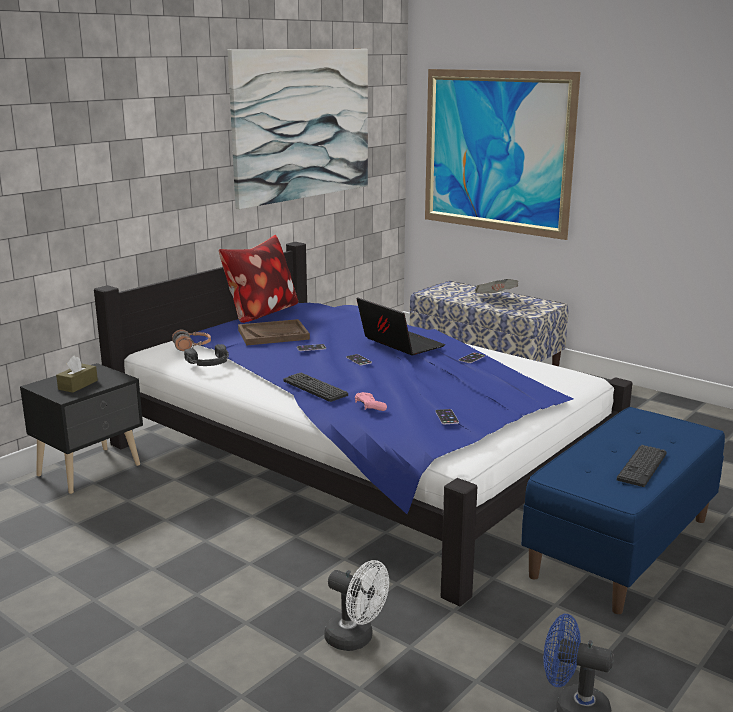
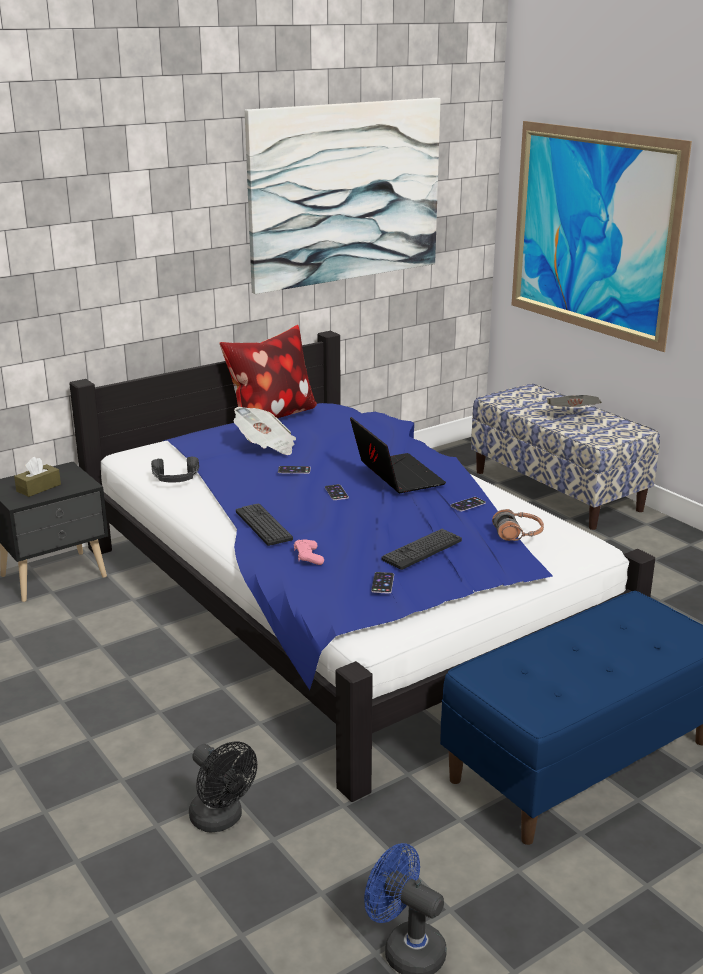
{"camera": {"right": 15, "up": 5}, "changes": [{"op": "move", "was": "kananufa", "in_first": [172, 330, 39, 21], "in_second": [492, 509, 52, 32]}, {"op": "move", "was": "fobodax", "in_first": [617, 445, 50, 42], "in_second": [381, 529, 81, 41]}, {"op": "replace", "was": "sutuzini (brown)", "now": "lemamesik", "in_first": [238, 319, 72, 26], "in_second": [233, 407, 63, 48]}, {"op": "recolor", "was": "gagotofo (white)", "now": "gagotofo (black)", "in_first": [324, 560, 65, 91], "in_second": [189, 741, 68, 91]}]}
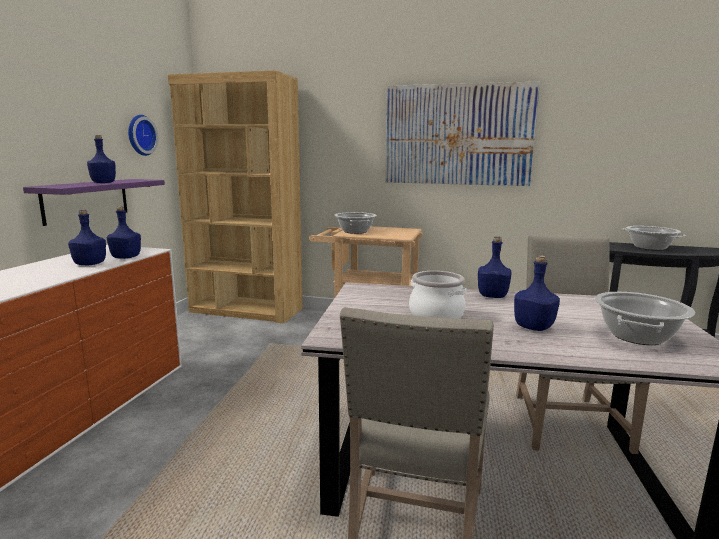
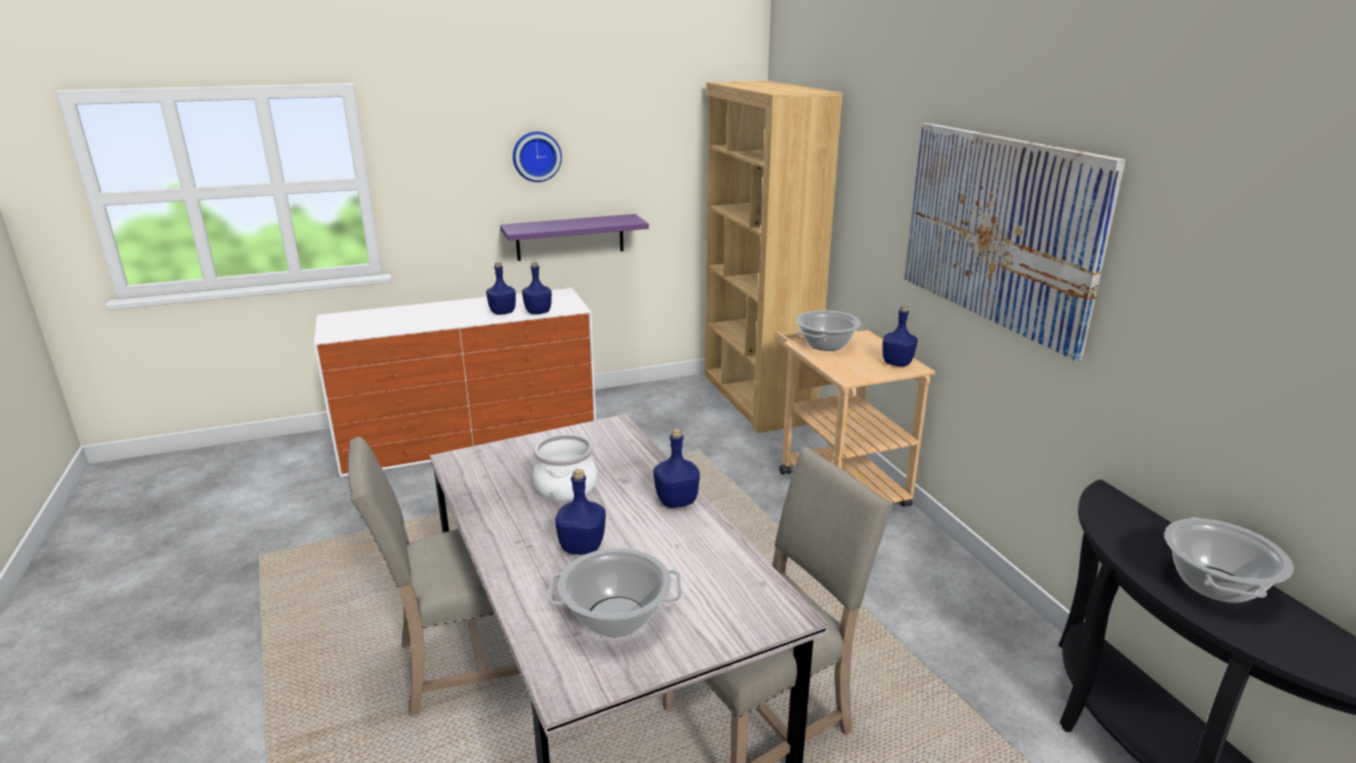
{"camera": {"right": 55, "up": 10}, "changes": [{"op": "move", "was": "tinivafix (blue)", "in_first": [87, 135, 29, 48], "in_second": [883, 306, 35, 61]}, {"op": "move", "was": "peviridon", "in_first": [128, 115, 30, 41], "in_second": [513, 132, 49, 50]}]}
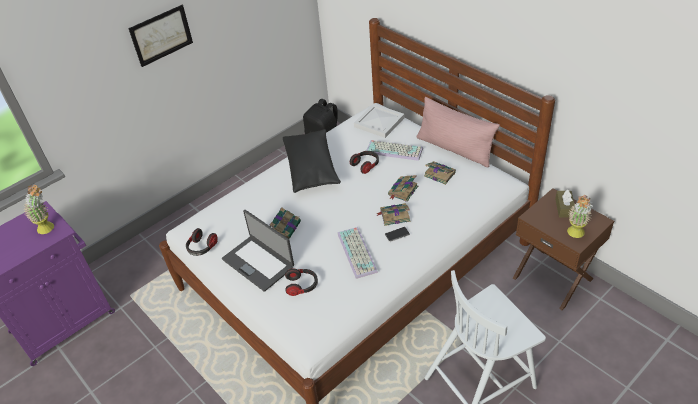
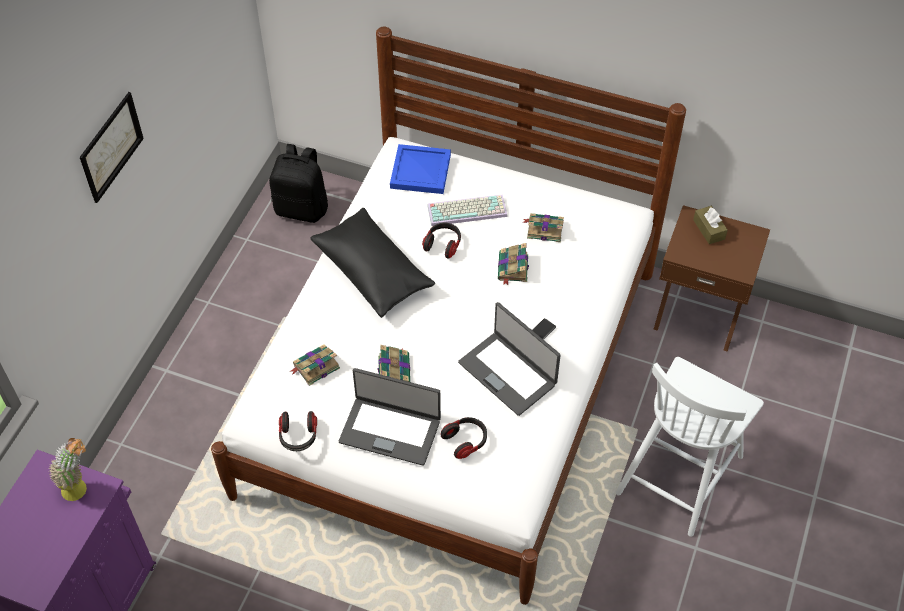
{"camera": {"right": -30, "up": 10}, "changes": [{"op": "delete", "was": "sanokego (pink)", "in_first": [417, 97, 83, 71]}, {"op": "delete", "was": "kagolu", "in_first": [567, 195, 26, 43]}, {"op": "move", "was": "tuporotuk", "in_first": [376, 203, 34, 23], "in_second": [291, 344, 49, 42]}, {"op": "replace", "was": "fobodax", "now": "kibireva", "in_first": [338, 227, 40, 52], "in_second": [458, 302, 103, 114]}, {"op": "recolor", "was": "sutuzini (white)", "now": "sutuzini (blue)", "in_first": [354, 104, 51, 34], "in_second": [390, 144, 61, 50]}]}
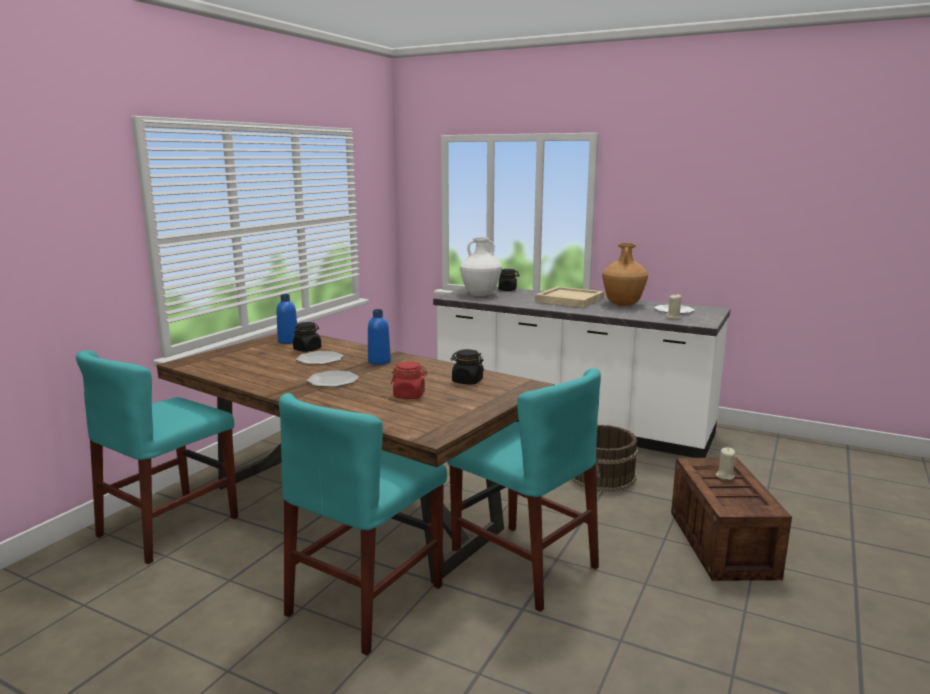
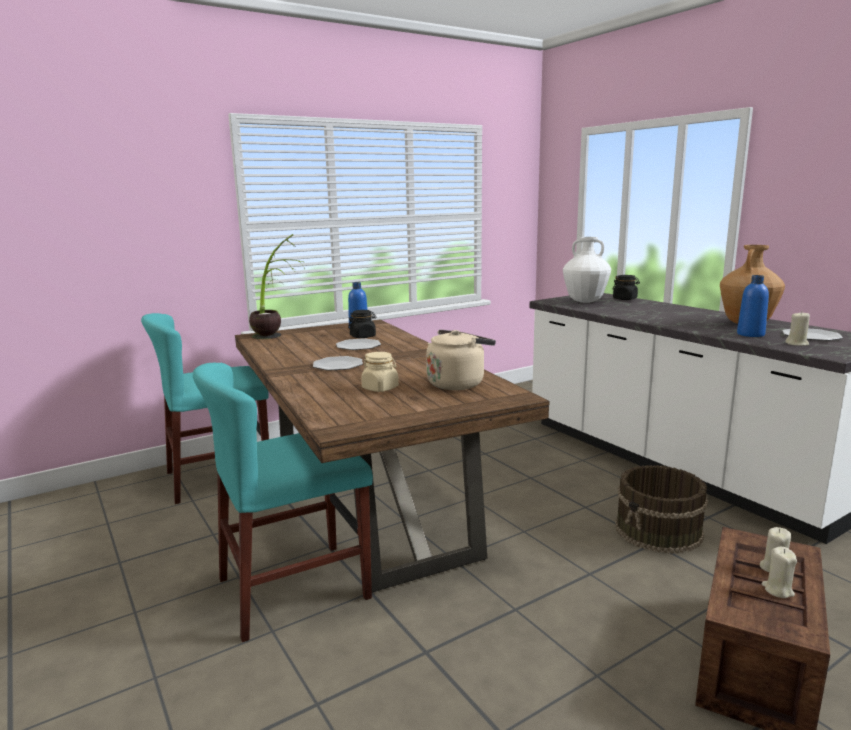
{"camera": {"right": 30, "up": 0}, "changes": [{"op": "delete", "was": "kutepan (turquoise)", "in_first": [447, 368, 154, 244]}, {"op": "delete", "was": "sutuzini (beige)", "in_first": [535, 286, 69, 22]}, {"op": "insert", "now": "kagolu", "in_second": [249, 234, 56, 105]}, {"op": "insert", "now": "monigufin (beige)", "in_second": [762, 547, 35, 51]}, {"op": "move", "was": "tinivafix (blue)", "in_first": [368, 309, 23, 56], "in_second": [737, 275, 32, 62]}, {"op": "replace", "was": "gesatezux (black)", "now": "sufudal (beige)", "in_first": [450, 349, 34, 35], "in_second": [426, 330, 70, 60]}, {"op": "recolor", "was": "gesatezux (red)", "now": "gesatezux (beige)", "in_first": [391, 362, 37, 37], "in_second": [361, 352, 38, 40]}]}
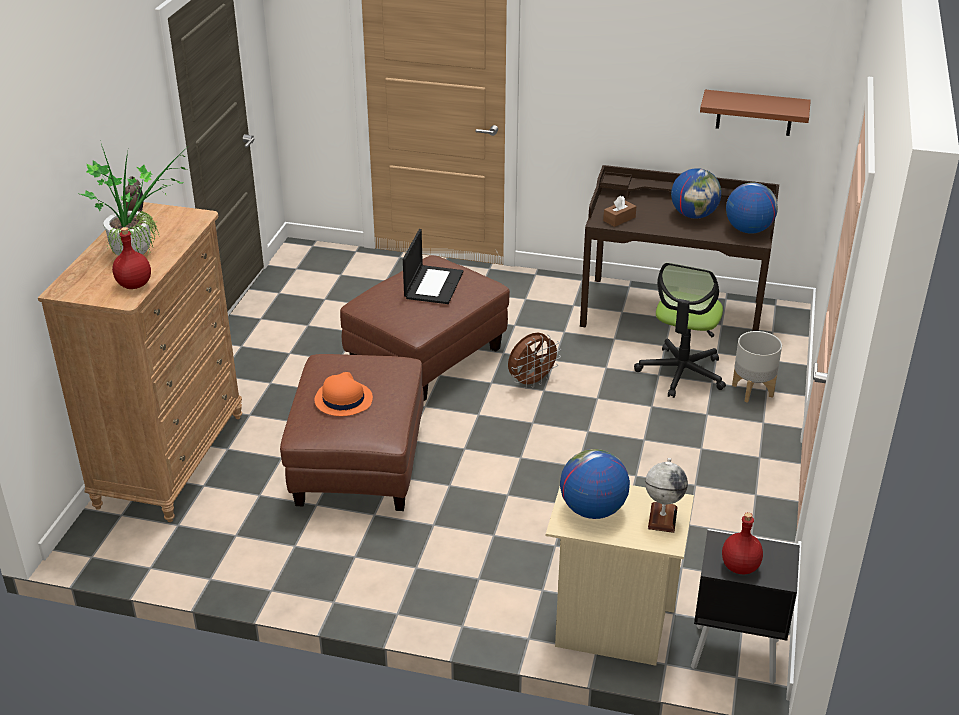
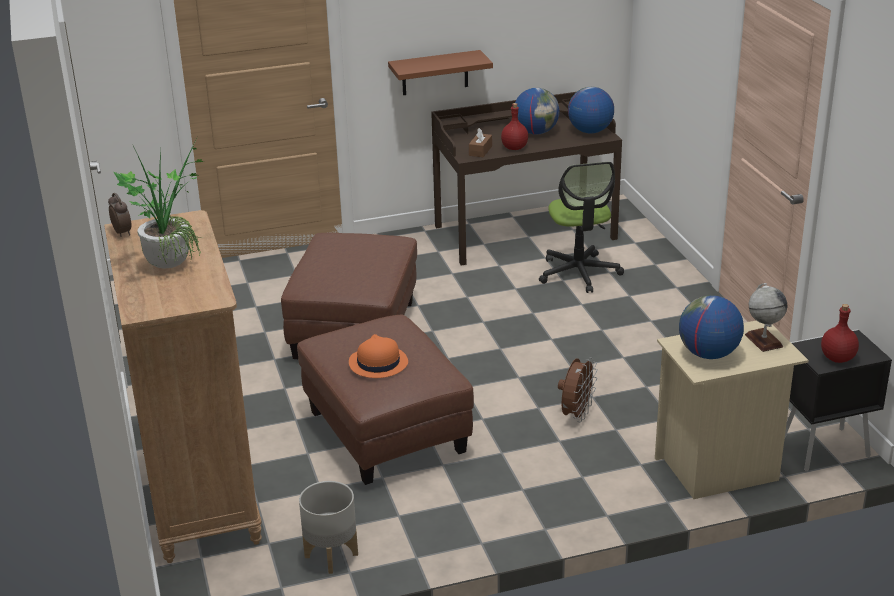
{"camera": {"right": -30, "up": -5}, "changes": [{"op": "delete", "was": "kibireva", "in_first": [403, 229, 60, 75]}, {"op": "move", "was": "tinivafix (red)", "in_first": [112, 227, 39, 62], "in_second": [501, 103, 27, 47]}, {"op": "move", "was": "gagotofo (brown)", "in_first": [508, 333, 53, 56], "in_second": [558, 357, 40, 65]}, {"op": "move", "was": "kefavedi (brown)", "in_first": [700, 90, 111, 46], "in_second": [388, 50, 105, 45]}, {"op": "move", "was": "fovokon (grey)", "in_first": [732, 331, 50, 72], "in_second": [299, 481, 59, 93]}]}
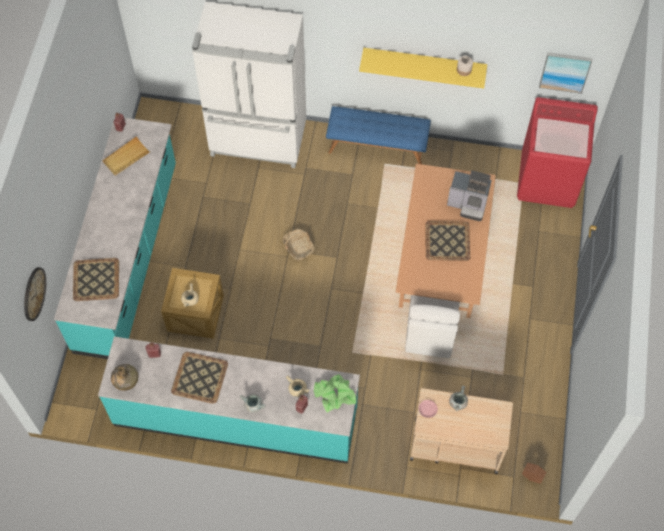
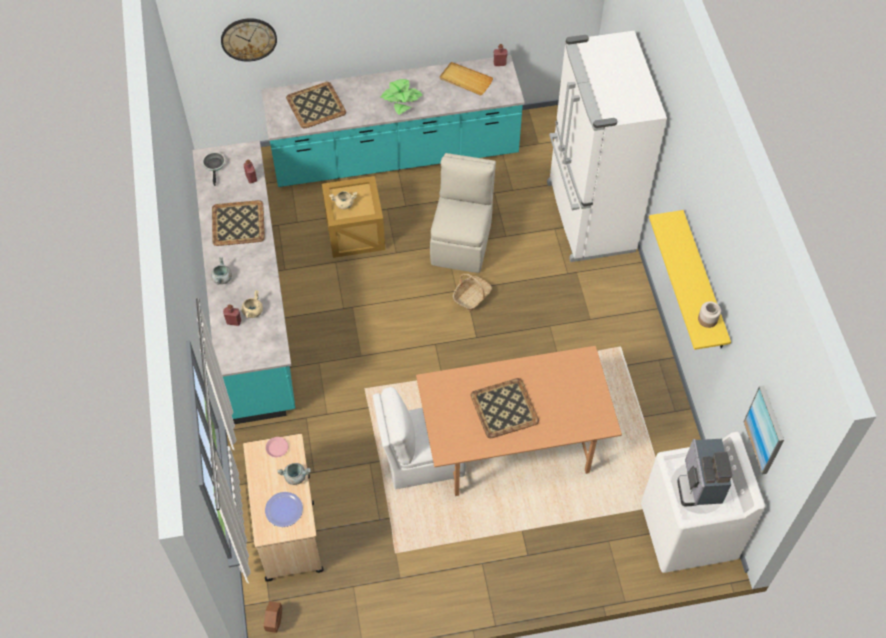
{"camera": {"right": 70, "up": -5}, "changes": [{"op": "delete", "was": "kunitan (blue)", "in_first": [326, 106, 105, 58]}, {"op": "insert", "now": "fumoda", "in_second": [265, 492, 38, 35]}, {"op": "insert", "now": "kutepan (beige)", "in_second": [430, 153, 66, 120]}, {"op": "move", "was": "kagolu", "in_first": [314, 374, 42, 39], "in_second": [381, 79, 42, 36]}, {"op": "move", "was": "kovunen", "in_first": [447, 171, 45, 50], "in_second": [677, 439, 55, 67]}, {"op": "replace", "was": "tinivafix (green)", "now": "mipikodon", "in_first": [111, 364, 27, 27], "in_second": [202, 152, 24, 34]}, {"op": "recolor", "was": "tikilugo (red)", "now": "tikilugo (white)", "in_first": [517, 97, 81, 111], "in_second": [641, 432, 124, 141]}]}
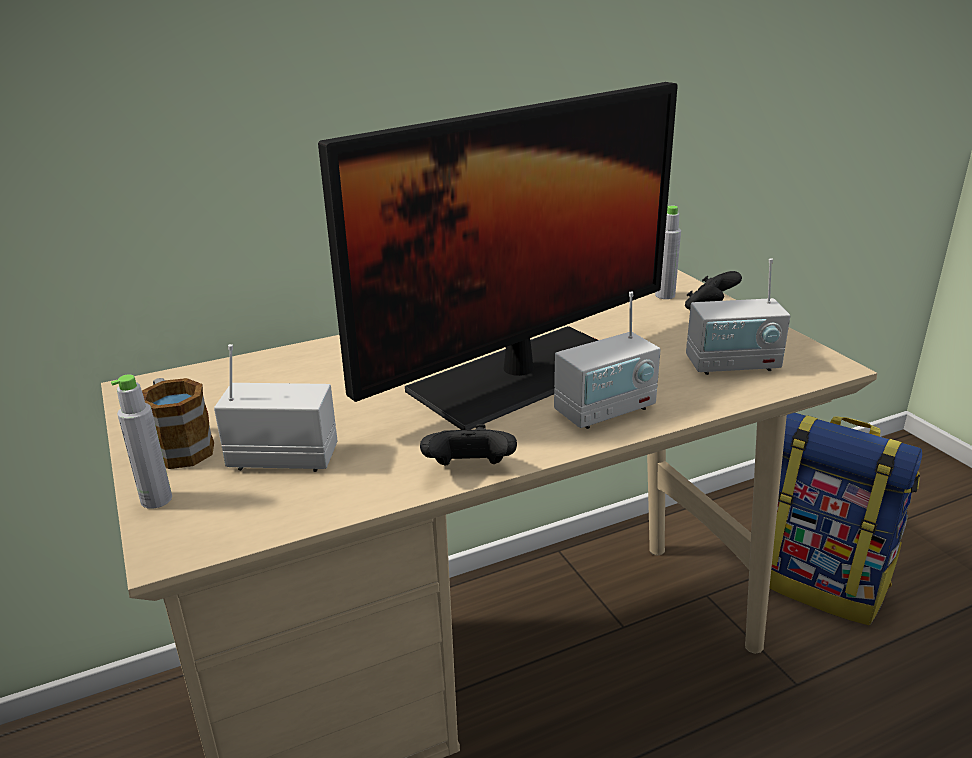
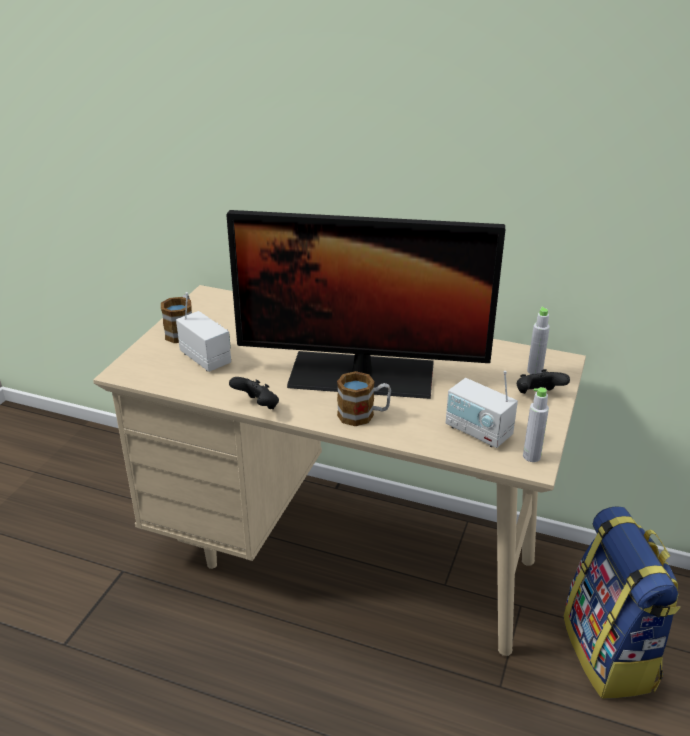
{"camera": {"right": 45, "up": 5}, "changes": [{"op": "move", "was": "tinivafix (grey)", "in_first": [111, 374, 61, 135], "in_second": [523, 387, 26, 75]}, {"op": "replace", "was": "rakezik", "now": "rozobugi", "in_first": [554, 291, 107, 138], "in_second": [337, 371, 54, 55]}]}
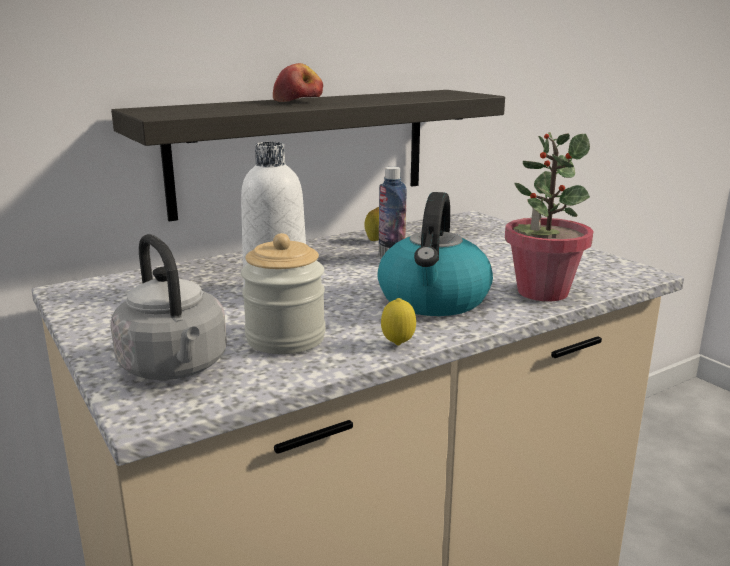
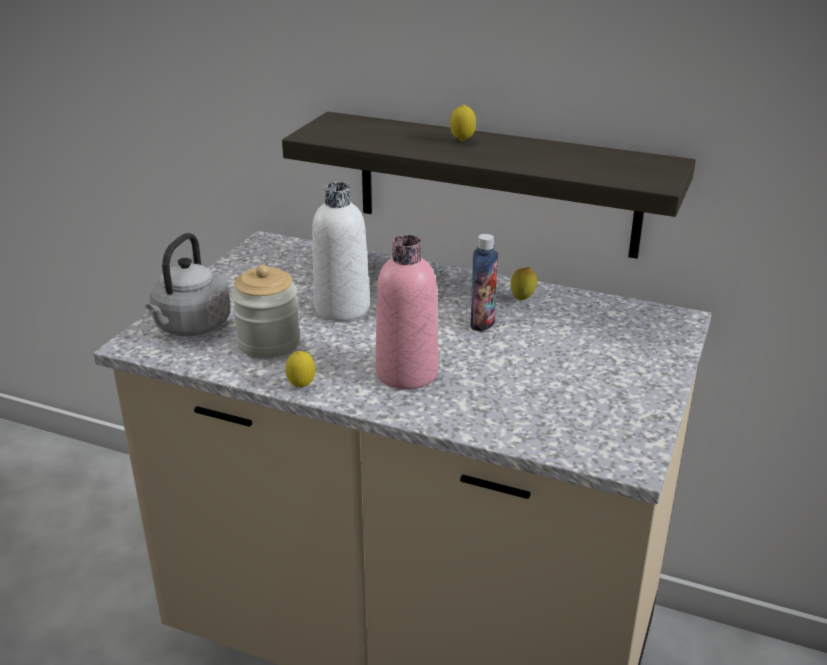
{"camera": {"right": 55, "up": 10}, "changes": [{"op": "delete", "was": "kagolu", "in_first": [505, 132, 88, 169]}, {"op": "replace", "was": "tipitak", "now": "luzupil", "in_first": [273, 63, 50, 39], "in_second": [450, 105, 26, 37]}, {"op": "replace", "was": "sufudal", "now": "tinivafix (pink)", "in_first": [377, 192, 116, 124], "in_second": [376, 235, 63, 154]}]}
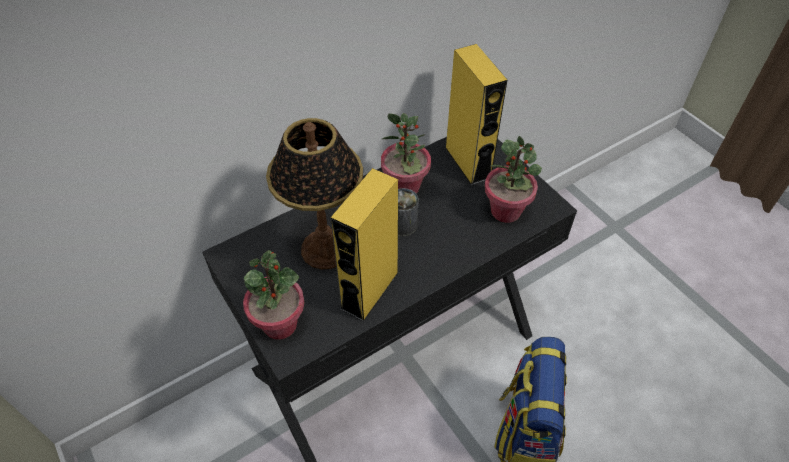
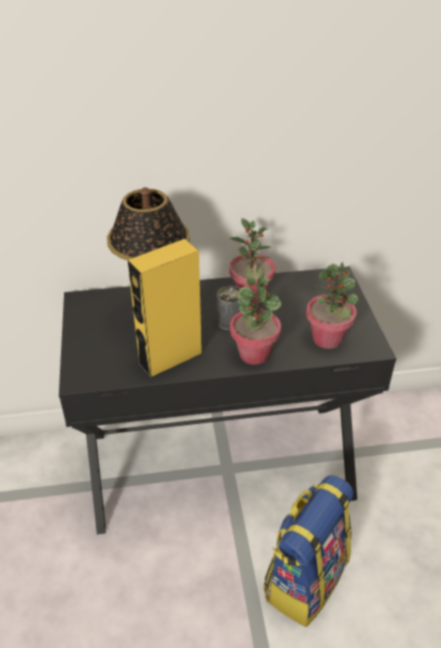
{"camera": {"right": 25, "up": -10}, "changes": [{"op": "delete", "was": "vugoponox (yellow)", "in_first": [445, 44, 62, 141]}, {"op": "move", "was": "kagolu", "in_first": [243, 250, 62, 90], "in_second": [230, 276, 52, 89]}]}
